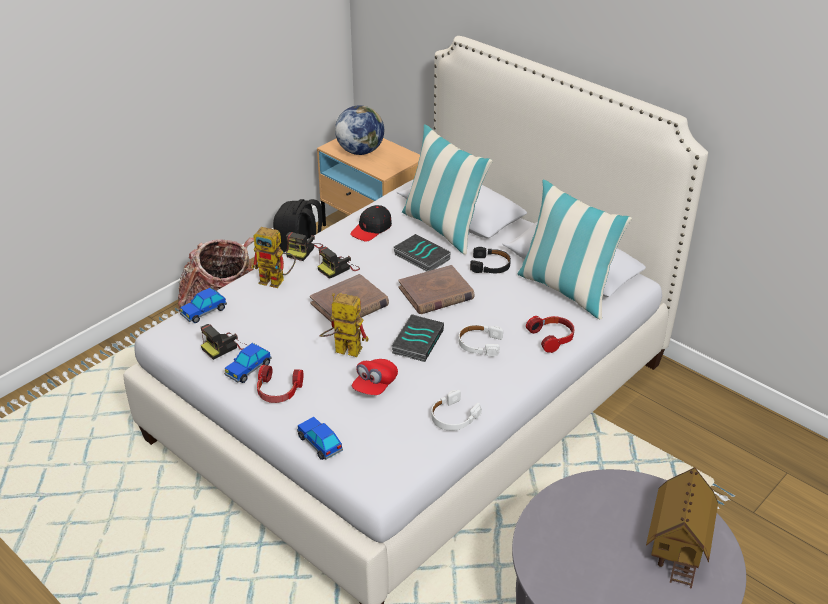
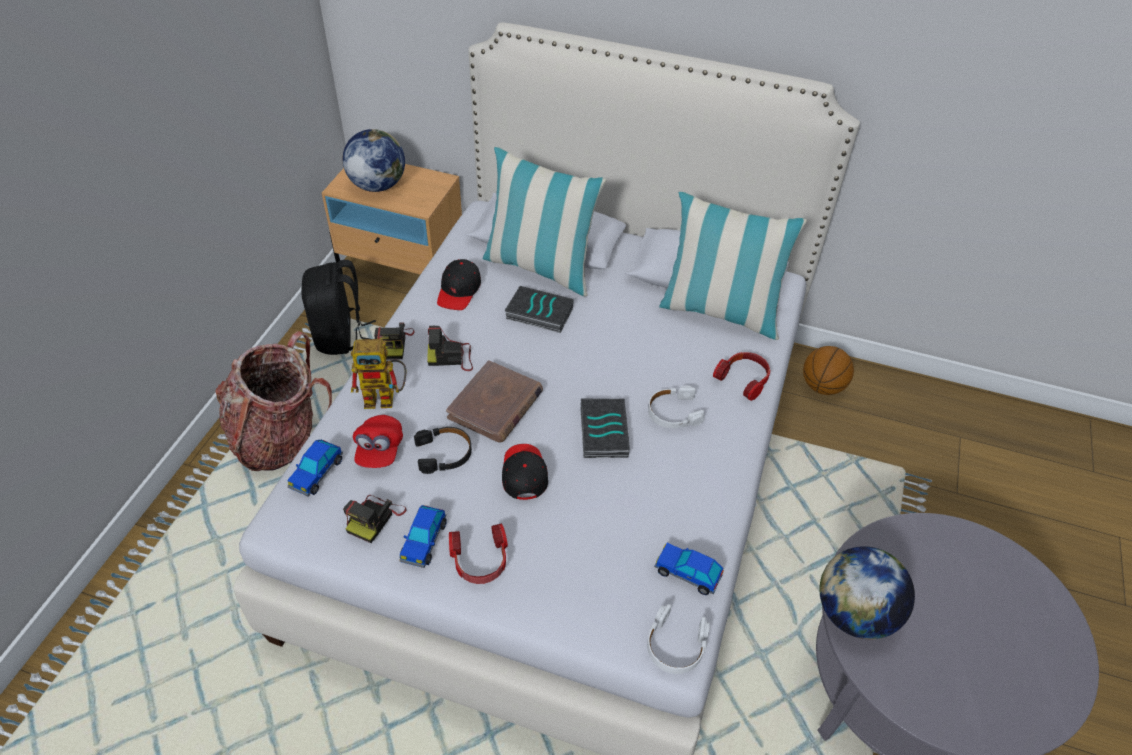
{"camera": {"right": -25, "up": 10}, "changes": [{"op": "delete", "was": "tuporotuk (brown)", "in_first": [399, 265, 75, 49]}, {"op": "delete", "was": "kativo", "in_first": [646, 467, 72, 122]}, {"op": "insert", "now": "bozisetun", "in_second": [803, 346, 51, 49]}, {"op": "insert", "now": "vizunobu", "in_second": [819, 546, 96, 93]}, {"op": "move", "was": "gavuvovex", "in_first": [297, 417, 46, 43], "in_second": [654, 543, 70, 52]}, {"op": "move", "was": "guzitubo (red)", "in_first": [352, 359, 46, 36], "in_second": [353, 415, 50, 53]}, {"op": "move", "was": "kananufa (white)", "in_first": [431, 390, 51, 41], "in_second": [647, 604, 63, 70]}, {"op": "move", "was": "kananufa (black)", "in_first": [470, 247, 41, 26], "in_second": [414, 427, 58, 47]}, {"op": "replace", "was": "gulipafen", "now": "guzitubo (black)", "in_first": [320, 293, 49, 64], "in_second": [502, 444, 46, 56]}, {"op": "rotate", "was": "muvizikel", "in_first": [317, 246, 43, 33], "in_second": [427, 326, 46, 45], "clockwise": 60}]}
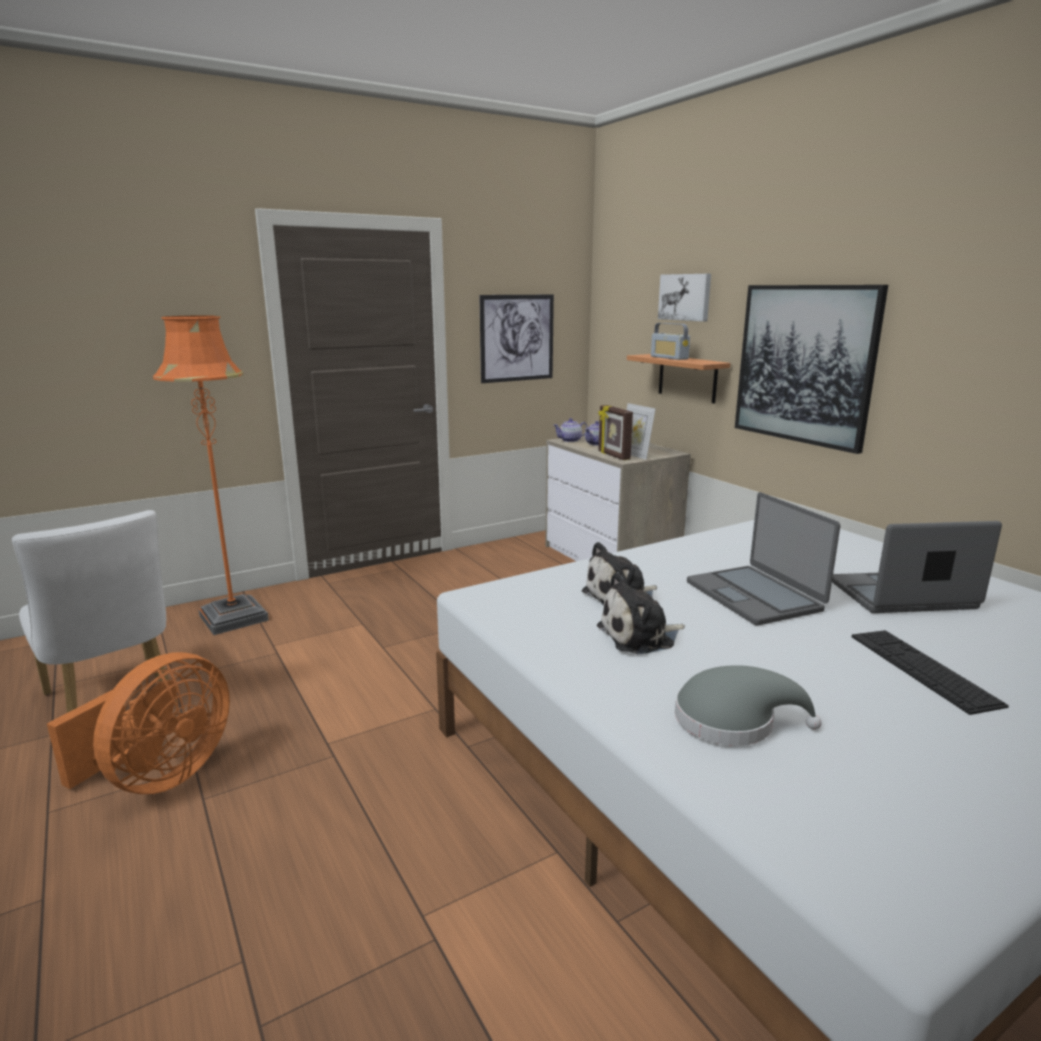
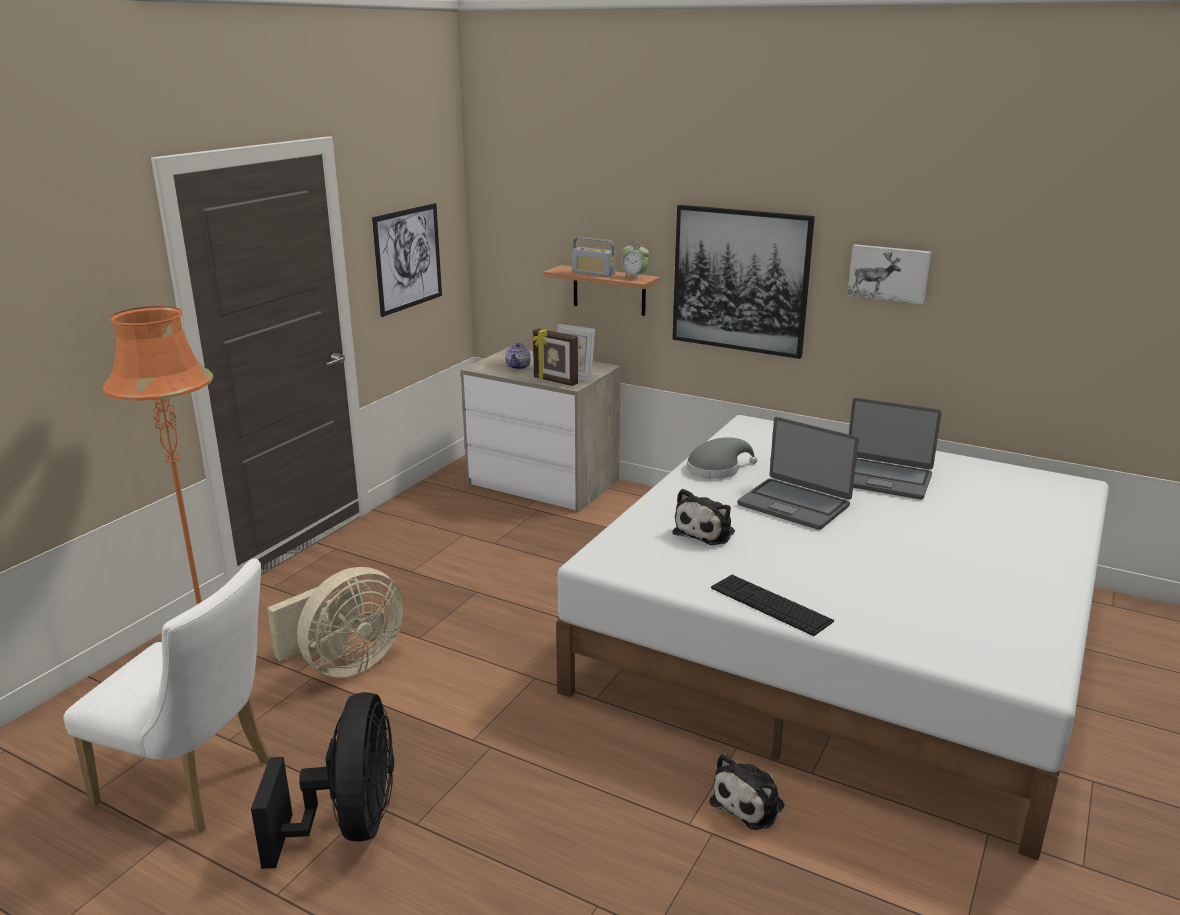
{"camera": {"right": -30, "up": 5}, "changes": [{"op": "delete", "was": "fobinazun", "in_first": [553, 418, 35, 24]}, {"op": "insert", "now": "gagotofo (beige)", "in_second": [267, 567, 137, 111]}, {"op": "insert", "now": "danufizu", "in_second": [622, 242, 27, 38]}, {"op": "move", "was": "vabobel", "in_first": [597, 572, 88, 82], "in_second": [709, 753, 76, 77]}, {"op": "move", "was": "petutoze", "in_first": [658, 274, 53, 48], "in_second": [847, 244, 84, 60]}, {"op": "move", "was": "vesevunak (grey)", "in_first": [675, 665, 147, 81], "in_second": [687, 437, 71, 42]}, {"op": "move", "was": "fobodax", "in_first": [852, 630, 157, 85], "in_second": [711, 575, 123, 61]}, {"op": "recolor", "was": "gagotofo (orange)", "now": "gagotofo (black)", "in_first": [47, 652, 183, 142], "in_second": [251, 692, 143, 177]}, {"op": "rotate", "was": "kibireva", "in_first": [832, 521, 170, 92], "in_second": [849, 398, 93, 102], "clockwise": -120}]}
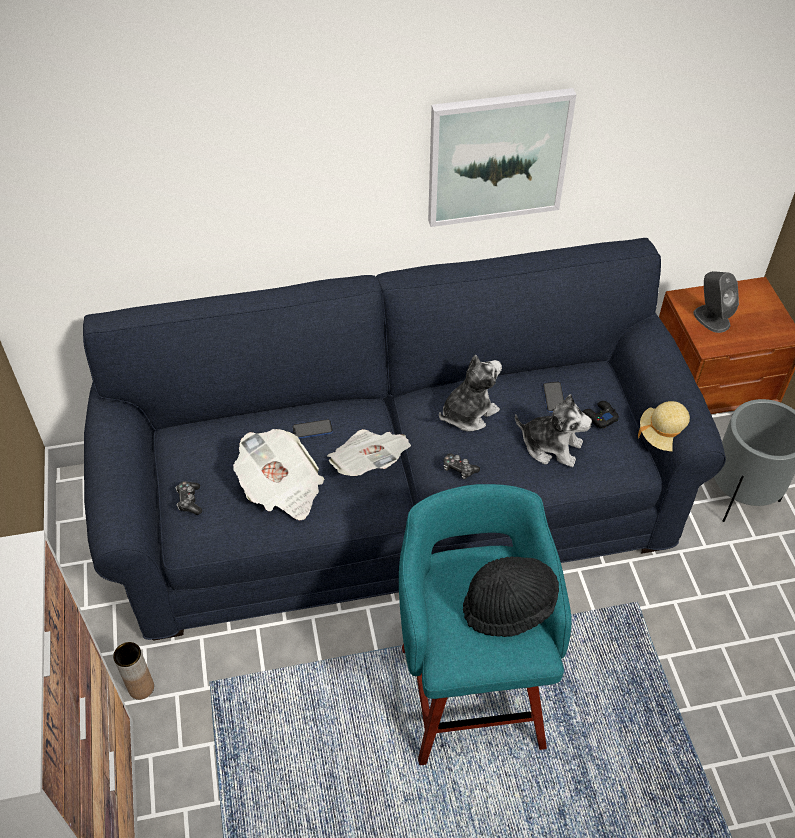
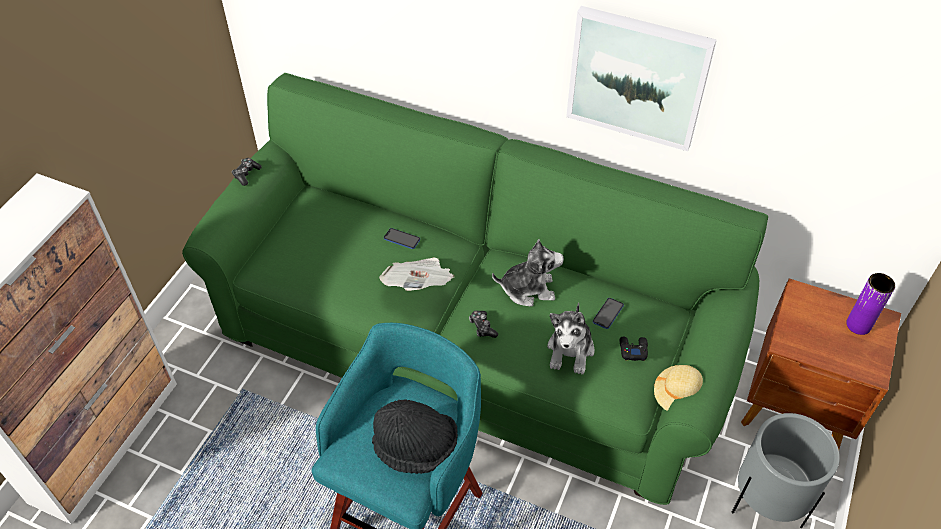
{"camera": {"right": 35, "up": 0}, "changes": [{"op": "delete", "was": "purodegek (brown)", "in_first": [113, 642, 41, 58]}, {"op": "delete", "was": "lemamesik", "in_first": [233, 429, 91, 91]}, {"op": "delete", "was": "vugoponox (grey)", "in_first": [693, 271, 46, 62]}, {"op": "insert", "now": "purodegek (purple)", "in_second": [846, 273, 49, 62]}, {"op": "move", "was": "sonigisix", "in_first": [176, 481, 26, 34], "in_second": [232, 158, 30, 28]}, {"op": "recolor", "was": "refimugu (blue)", "now": "refimugu (green)", "in_first": [83, 238, 643, 403], "in_second": [182, 73, 586, 432]}, {"op": "rotate", "was": "vabobel", "in_first": [515, 394, 77, 73], "in_second": [547, 303, 47, 71], "clockwise": 45}]}
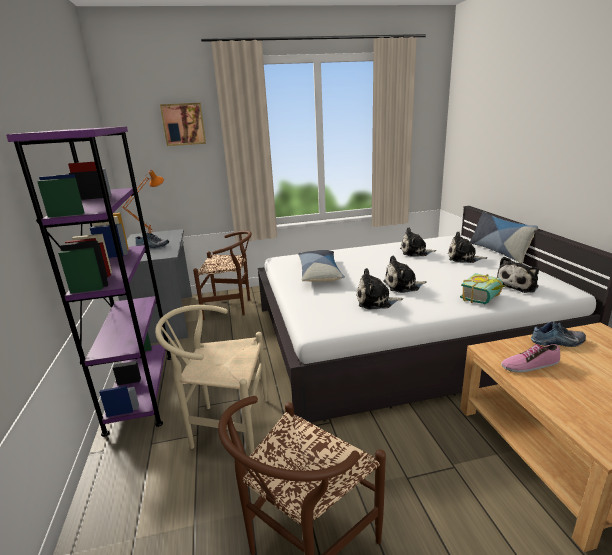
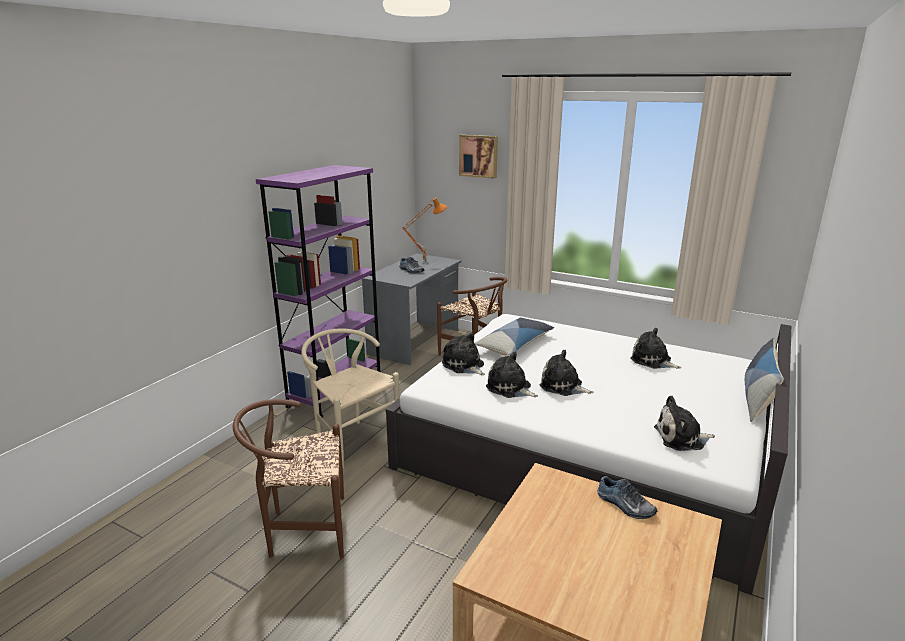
{"camera": {"right": 40, "up": 0}, "changes": [{"op": "delete", "was": "tuporotuk", "in_first": [460, 273, 46, 31]}, {"op": "delete", "was": "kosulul", "in_first": [501, 344, 59, 28]}, {"op": "move", "was": "vabobel", "in_first": [448, 232, 39, 31], "in_second": [442, 332, 43, 43]}]}
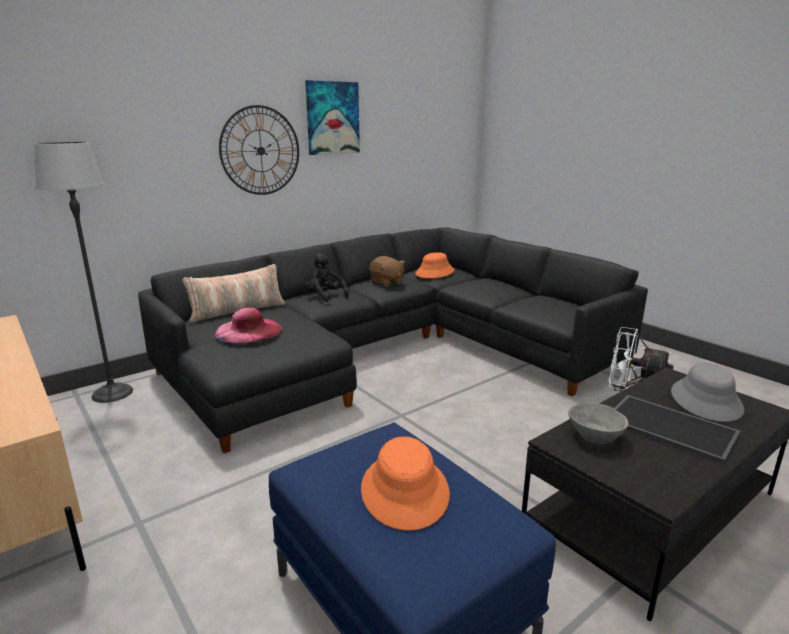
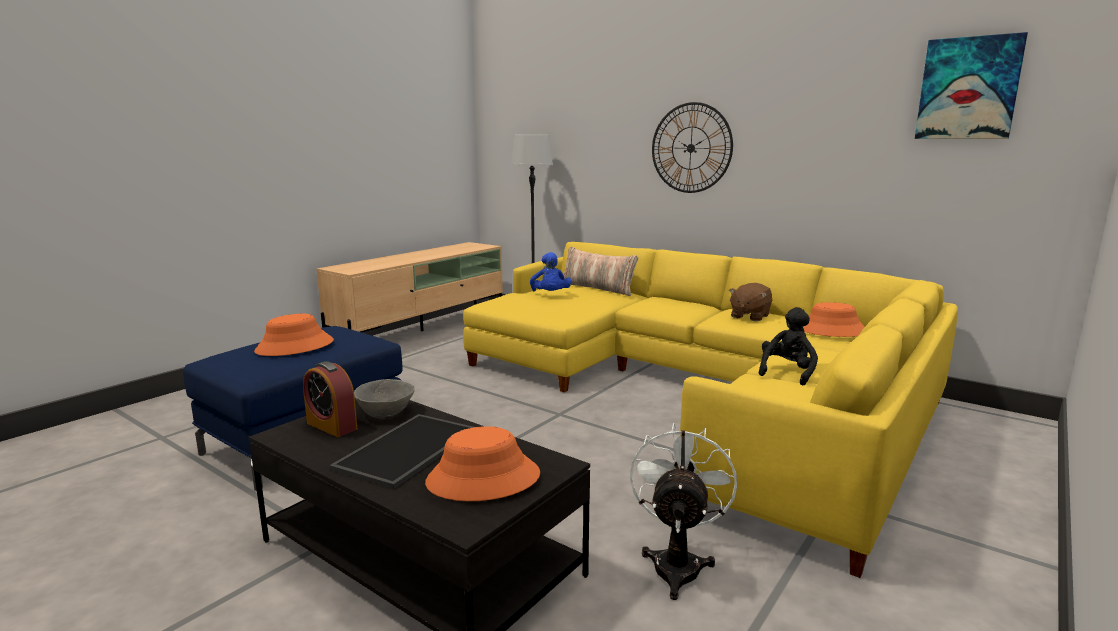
{"camera": {"right": 75, "up": -5}, "changes": [{"op": "insert", "now": "danufizu", "in_second": [303, 361, 54, 76]}, {"op": "move", "was": "petutoze", "in_first": [305, 80, 55, 75], "in_second": [915, 32, 113, 107]}, {"op": "move", "was": "vabobel (black)", "in_first": [305, 253, 44, 49], "in_second": [758, 307, 60, 78]}, {"op": "replace", "was": "vesevunak (pink)", "now": "vabobel (blue)", "in_first": [215, 308, 67, 36], "in_second": [530, 252, 42, 40]}, {"op": "recolor", "was": "refimugu (black)", "now": "refimugu (yellow)", "in_first": [138, 227, 510, 226], "in_second": [463, 242, 495, 336]}, {"op": "recolor", "was": "vesevunak (grey)", "now": "vesevunak (orange)", "in_first": [671, 363, 74, 59], "in_second": [425, 426, 115, 75]}]}
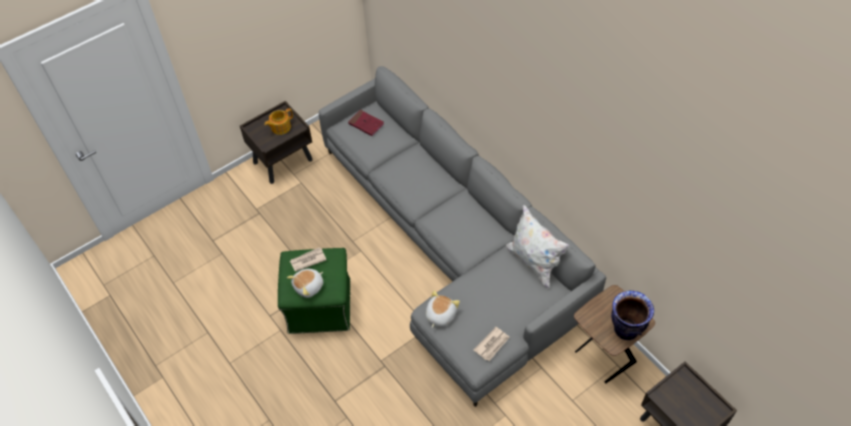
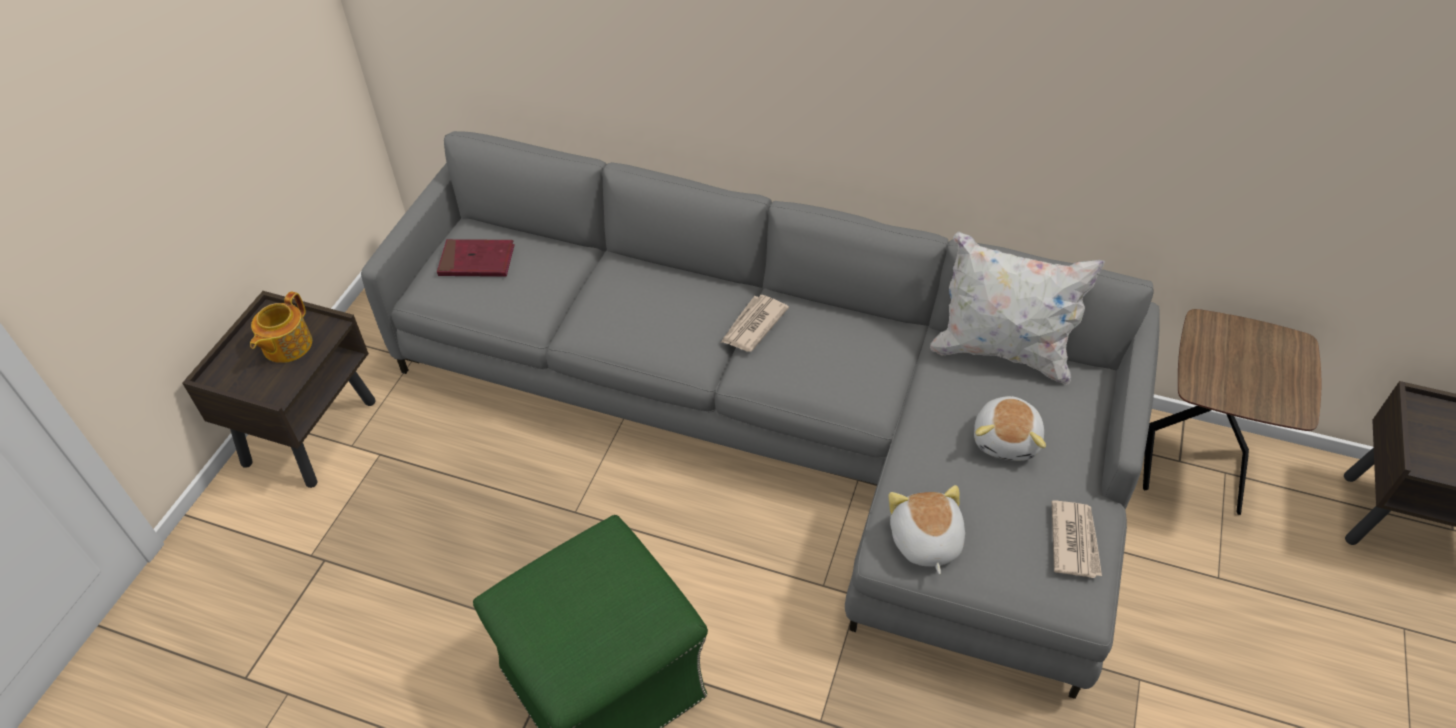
{"camera": {"right": -35, "up": -5}, "changes": [{"op": "delete", "was": "purodegek", "in_first": [611, 291, 43, 49]}, {"op": "move", "was": "vabobel", "in_first": [287, 269, 36, 29], "in_second": [974, 396, 72, 65]}, {"op": "move", "was": "lemamesik", "in_first": [290, 248, 36, 24], "in_second": [721, 295, 68, 57]}]}
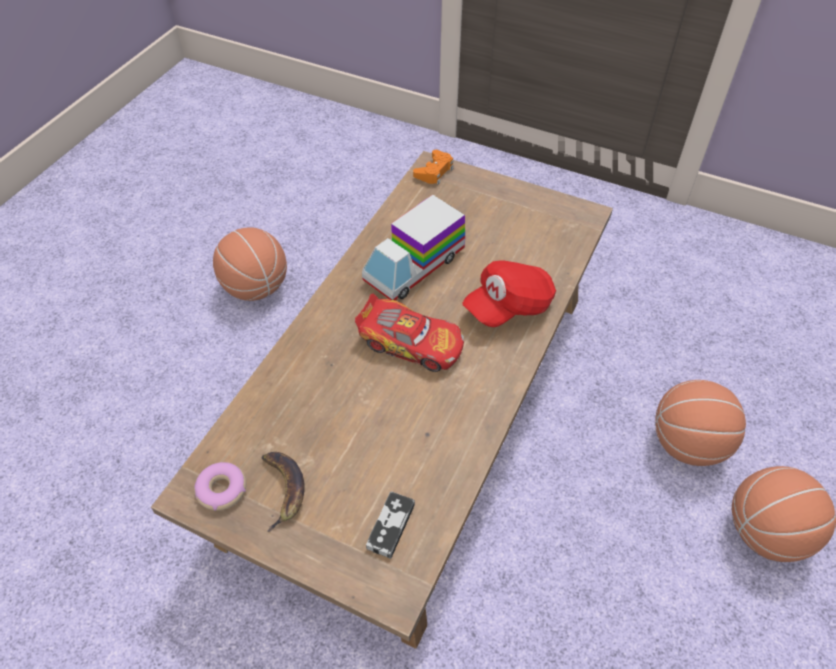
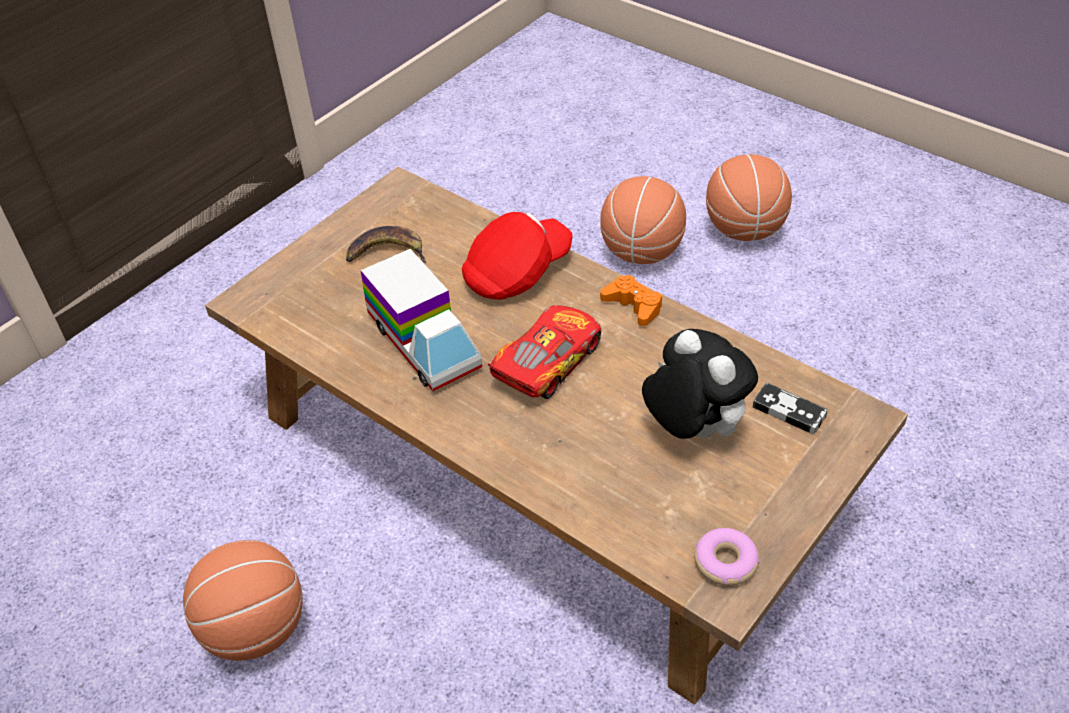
{"camera": {"right": -75, "up": -5}, "changes": [{"op": "insert", "now": "vabobel", "in_second": [642, 329, 116, 110]}, {"op": "move", "was": "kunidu", "in_first": [261, 452, 43, 80], "in_second": [346, 226, 80, 37]}, {"op": "move", "was": "sonigisix (orange)", "in_first": [413, 150, 40, 34], "in_second": [600, 275, 62, 51]}, {"op": "rotate", "was": "guzitubo (red)", "in_first": [462, 260, 94, 67], "in_second": [462, 212, 110, 88], "clockwise": -105}]}
